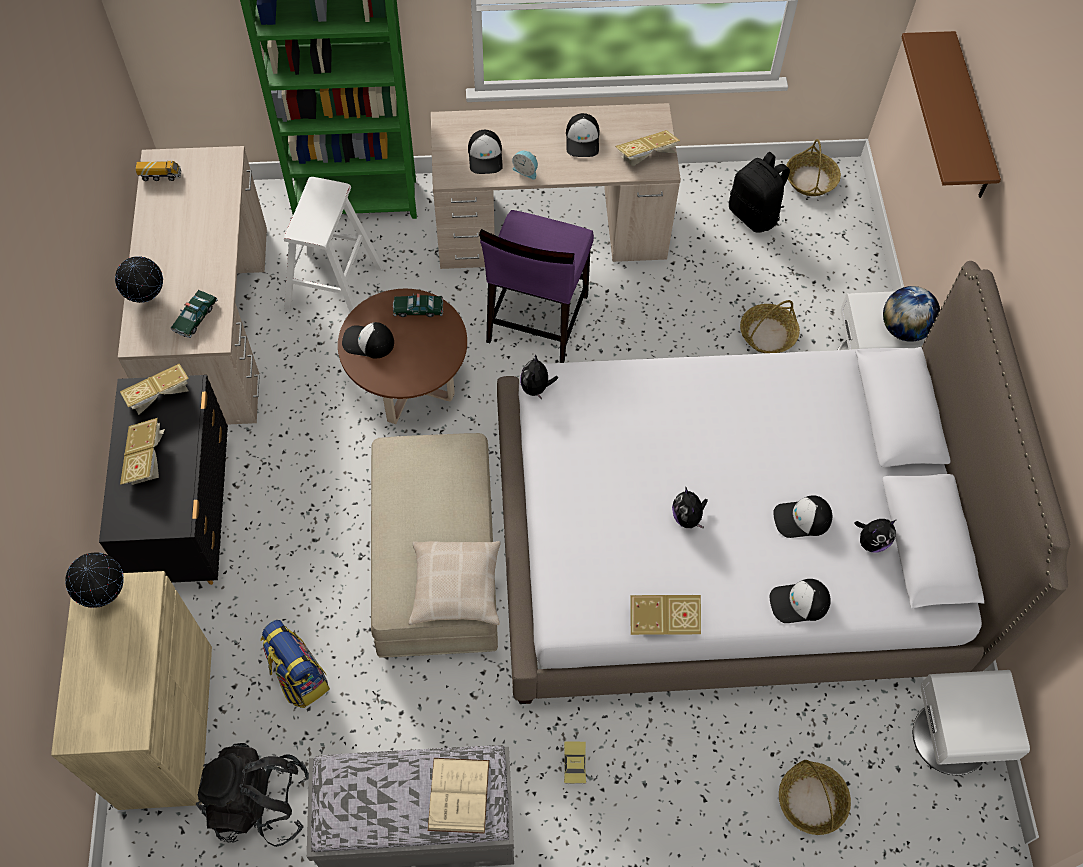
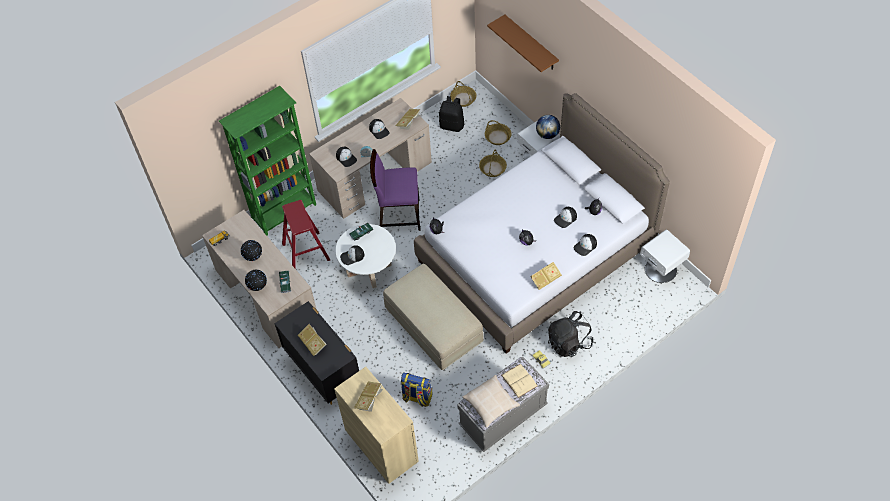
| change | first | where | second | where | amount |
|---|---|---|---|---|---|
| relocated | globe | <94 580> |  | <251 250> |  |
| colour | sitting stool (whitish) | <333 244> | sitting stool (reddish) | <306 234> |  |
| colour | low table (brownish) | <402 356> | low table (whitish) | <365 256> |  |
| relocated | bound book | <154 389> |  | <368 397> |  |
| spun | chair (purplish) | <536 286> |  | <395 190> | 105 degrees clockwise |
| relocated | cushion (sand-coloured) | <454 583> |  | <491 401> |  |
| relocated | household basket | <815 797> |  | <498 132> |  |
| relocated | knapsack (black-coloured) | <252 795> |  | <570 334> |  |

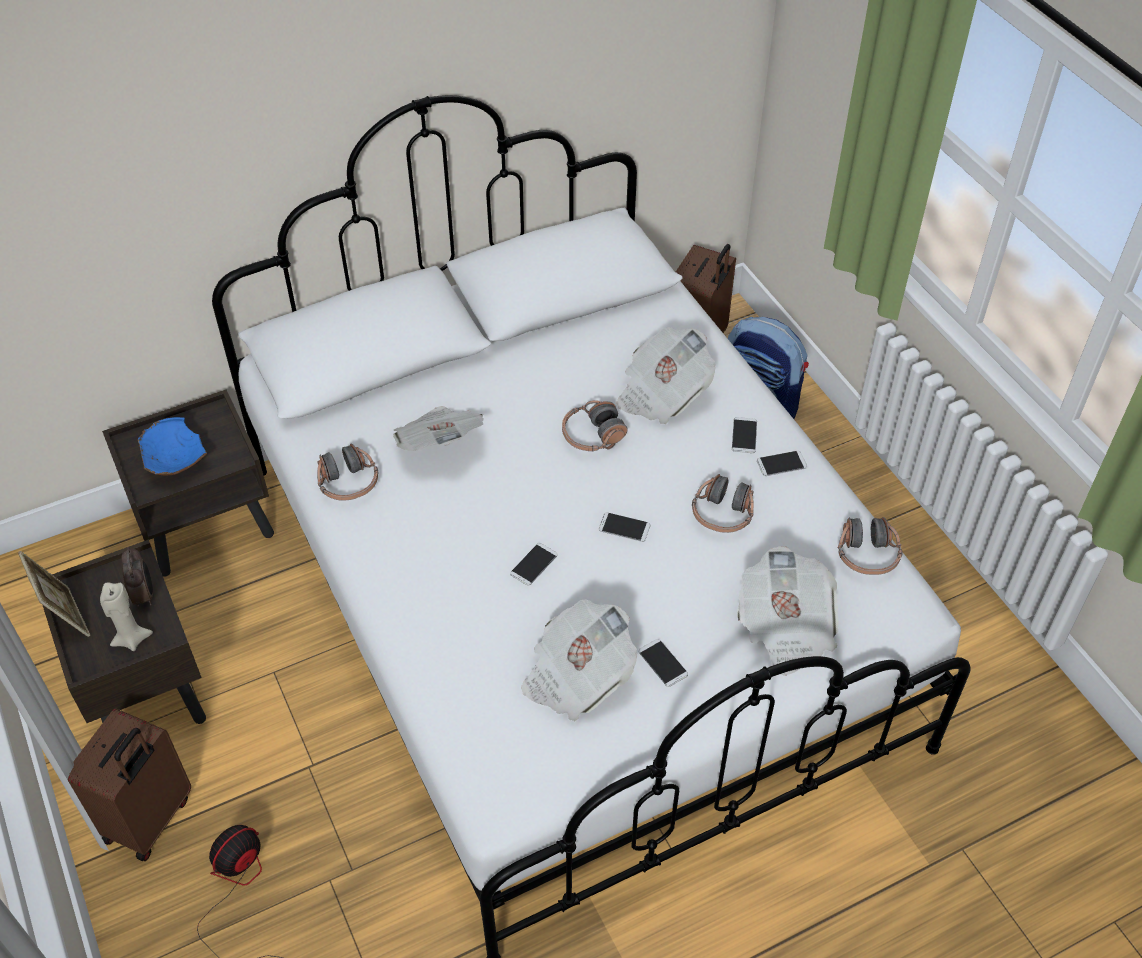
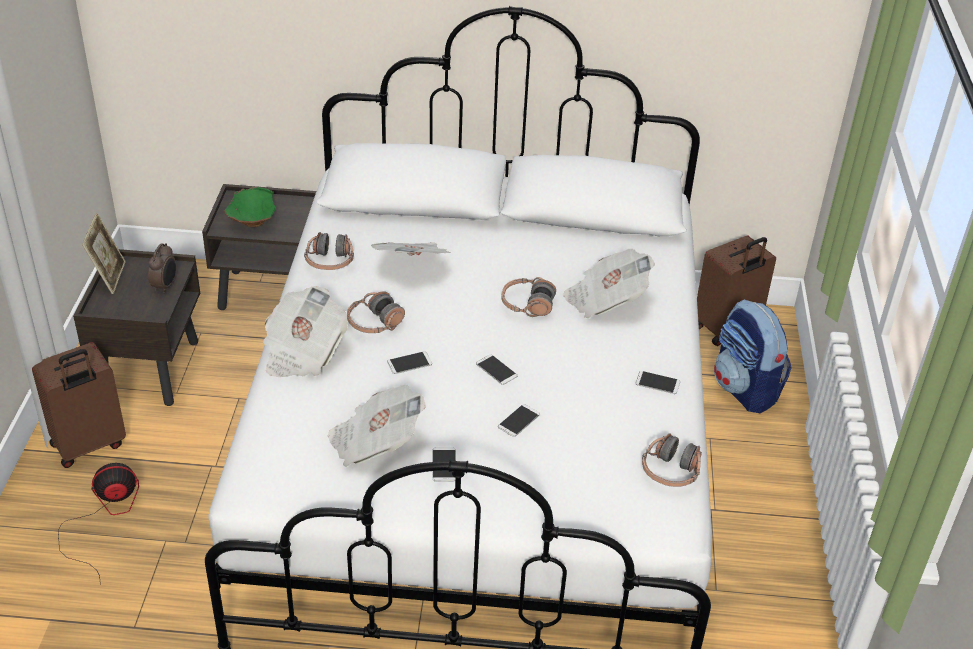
| change | first | where | second | where | amount |
|---|---|---|---|---|---|
| colour | bowl (blue-coloured) | <172 446> | bowl (green) | <249 207> |  |
| relocated | daily paper | <788 611> |  | <305 331> |  |
| relocated | pair of headphones | <723 503> |  | <376 312> |  |
| relocated | handset | <744 435> |  | <519 420> |  |
| missing | candle (sand-coloured) | <126 616> |  |  |  |

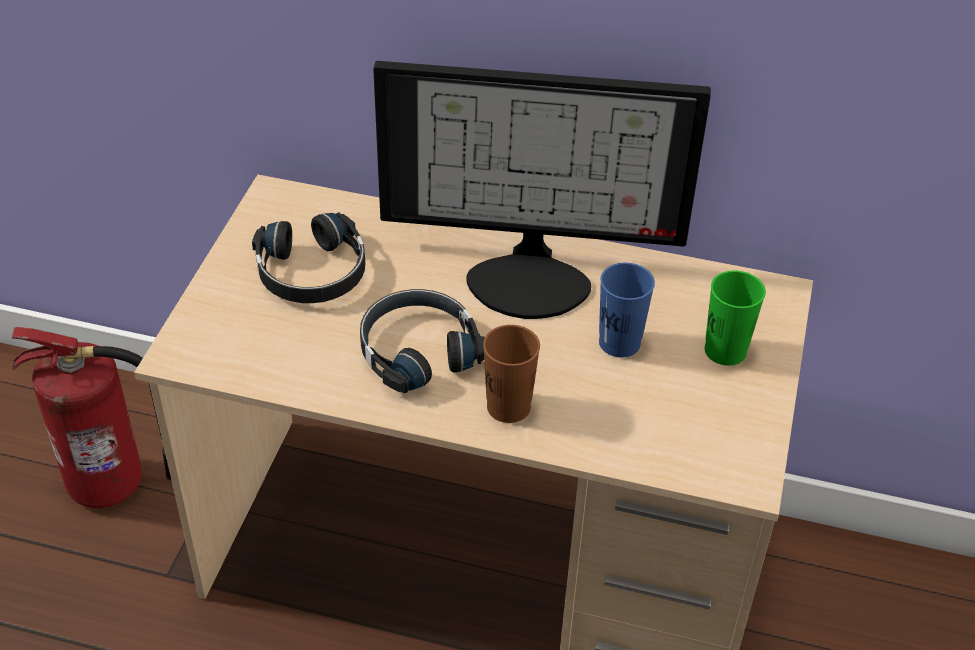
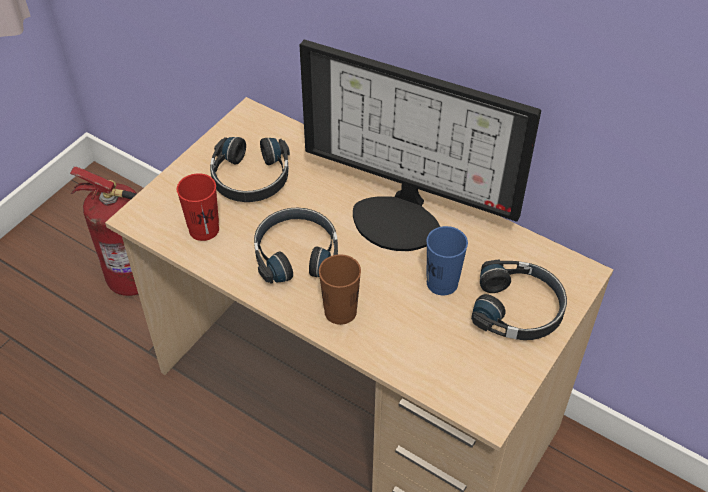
| change | first | where | second | where | amount |
|---|---|---|---|---|---|
| appeared |  |  | cup (reddish) | <198 207> |  |
| exchanged | cup (green) | <735 318> | pair of headphones (black-coloured) | <519 300> |  |

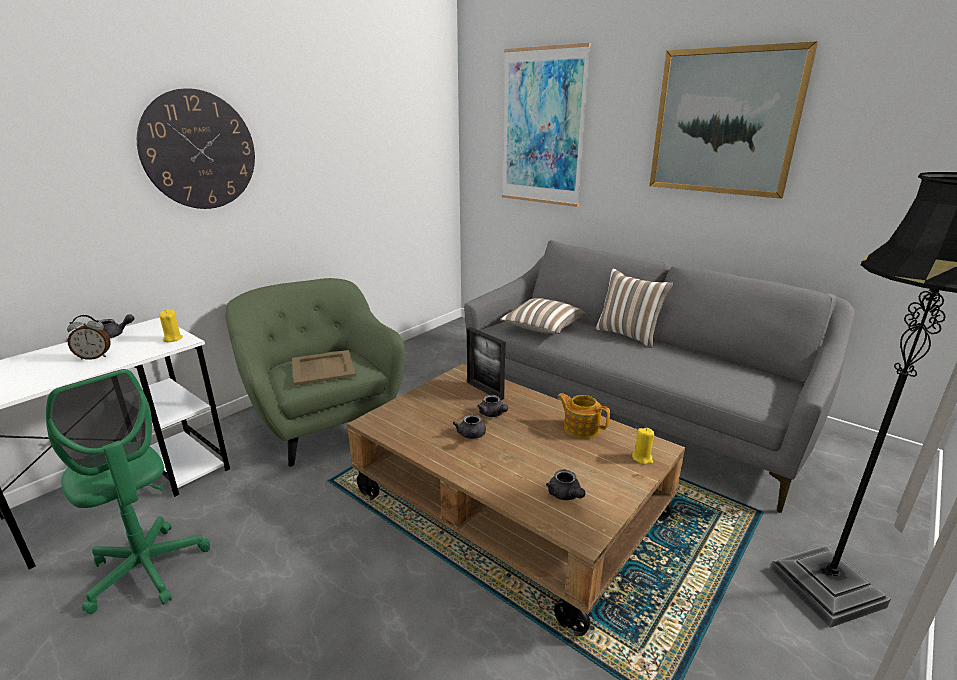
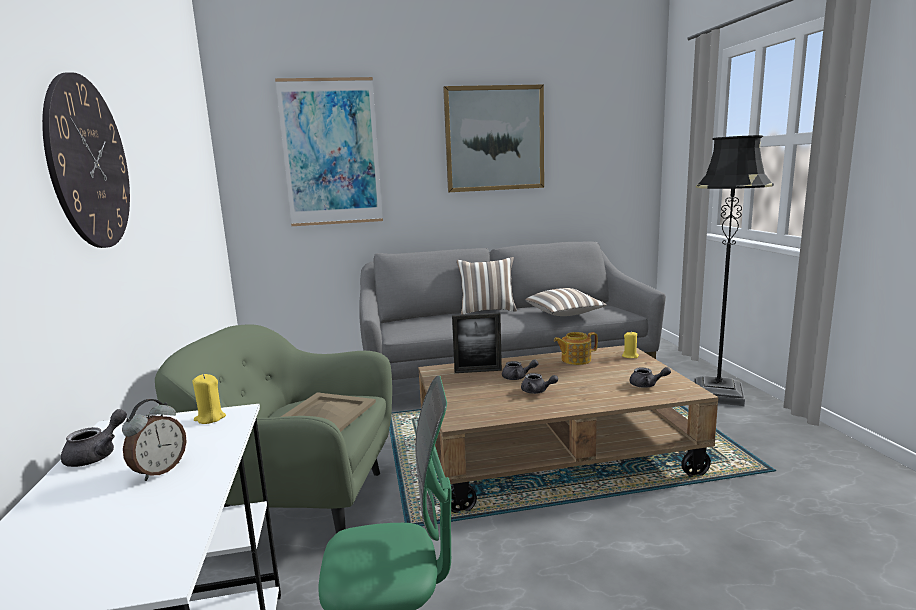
| change | first | where | second | where | amount |
|---|---|---|---|---|---|
| relocated | cushion | <543 316> |  | <566 302> |  |

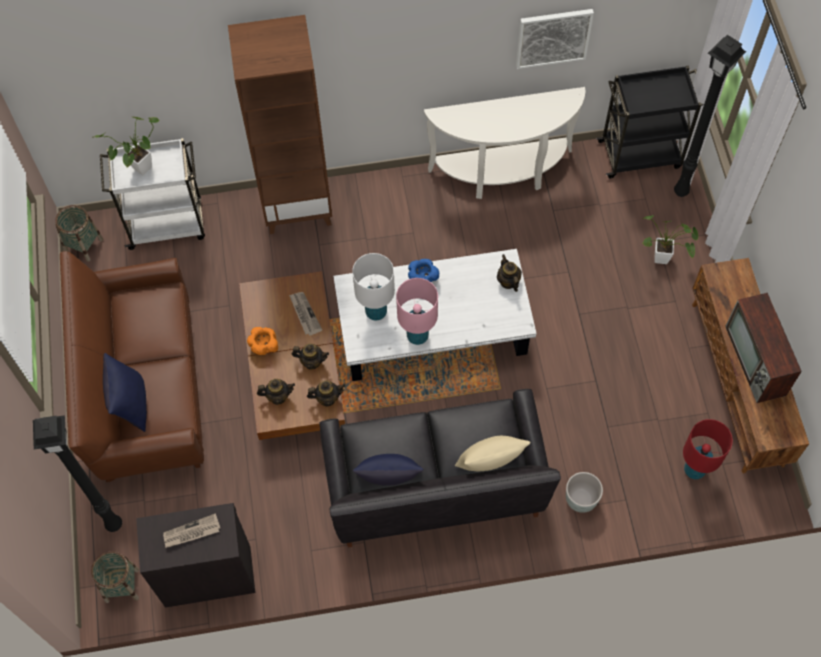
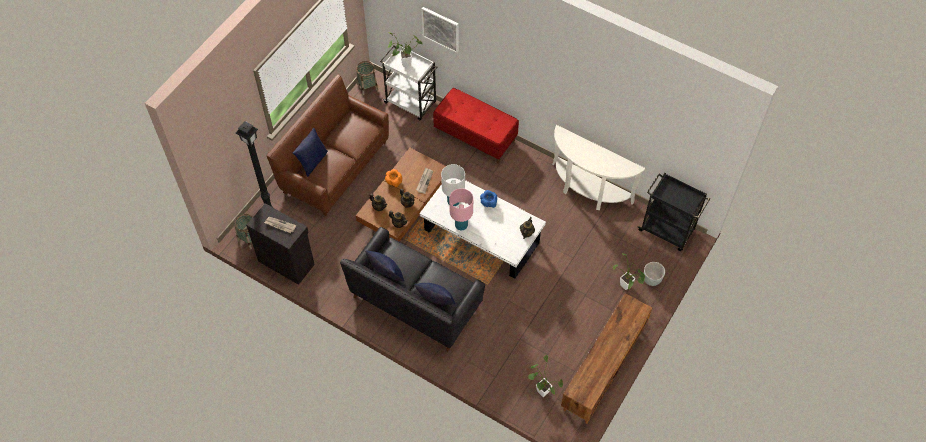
| change | first | where | second | where | amount |
|---|---|---|---|---|---|
| colour | cushion (sand-coloured) | <492 453> | cushion (blue-coloured) | <435 294> |  |
| relocated | picture | <555 39> |  | <440 30> |  |
| exchanged | bookshelf (brownish) | <280 124> | long seat (reddish) | <476 126> |  |
| exchanged | tabletop lamp (reddish) | <708 449> | plant in a pot | <545 376> |  |
| relocated | planter (greyish) | <584 492> |  | <654 274> |  |
| missing | standing lamp (black-coloured) | <710 116> |  |  |  |
| missing | television | <763 348> |  |  |  |

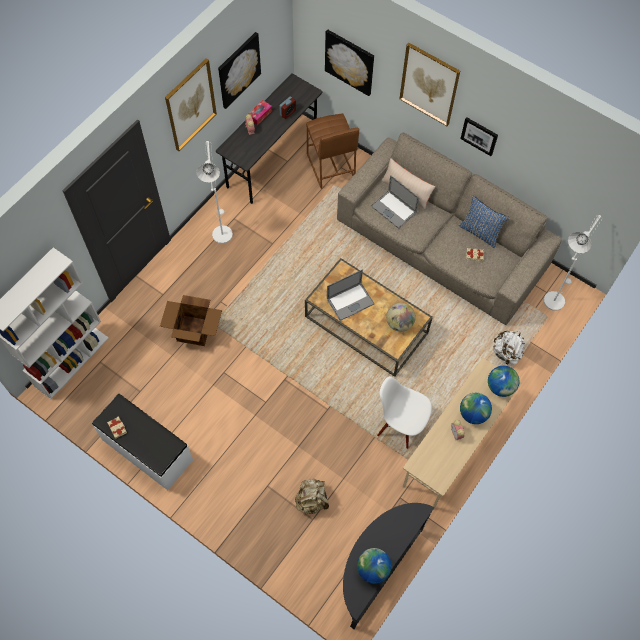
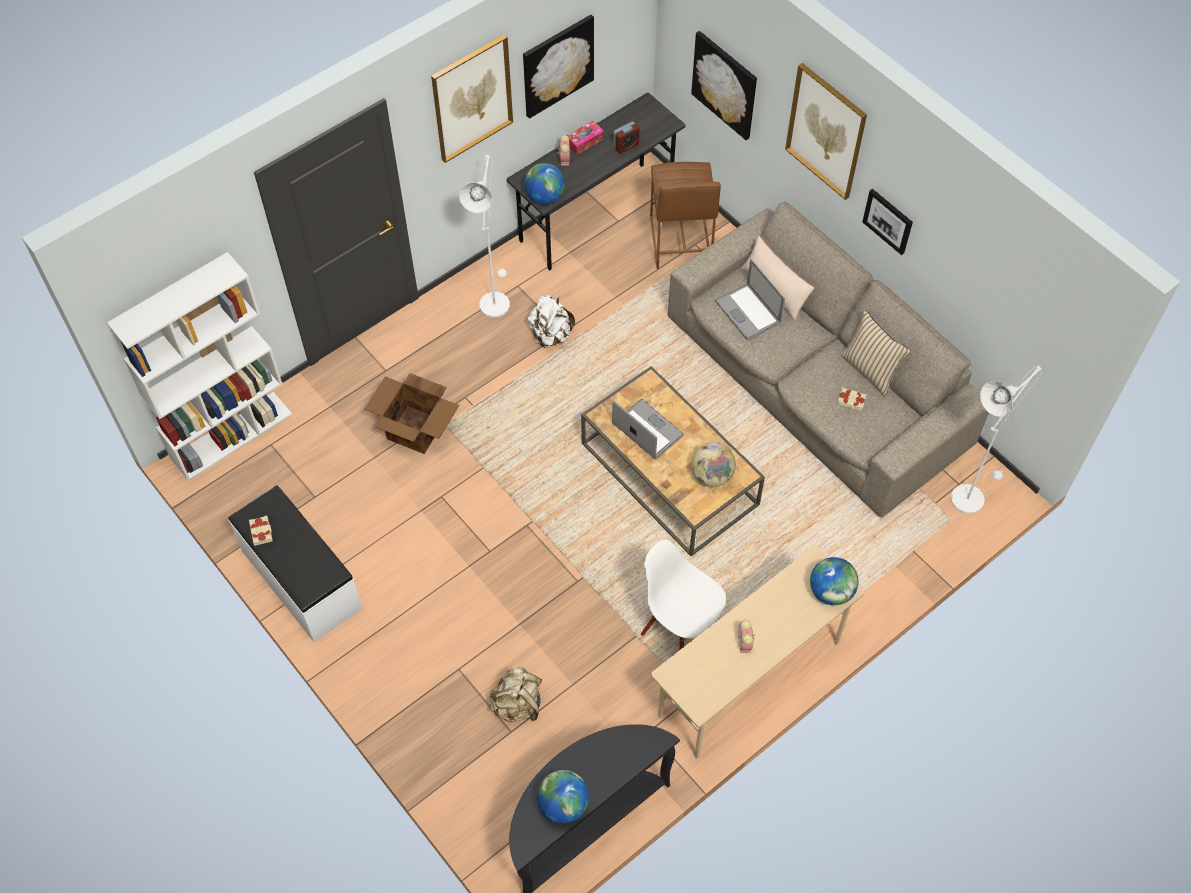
| change | first | where | second | where | amount |
|---|---|---|---|---|---|
| relocated | globe | <476 408> |  | <544 183> |  |
| relocated | knapsack (whitish) | <509 347> |  | <551 321> |  |
| spun | notebook computer | <350 295> |  | <648 429> | 120 degrees counterclockwise |
| colour | cushion (blue-coloured) | <484 222> | cushion (sand-coloured) | <875 353> |  |

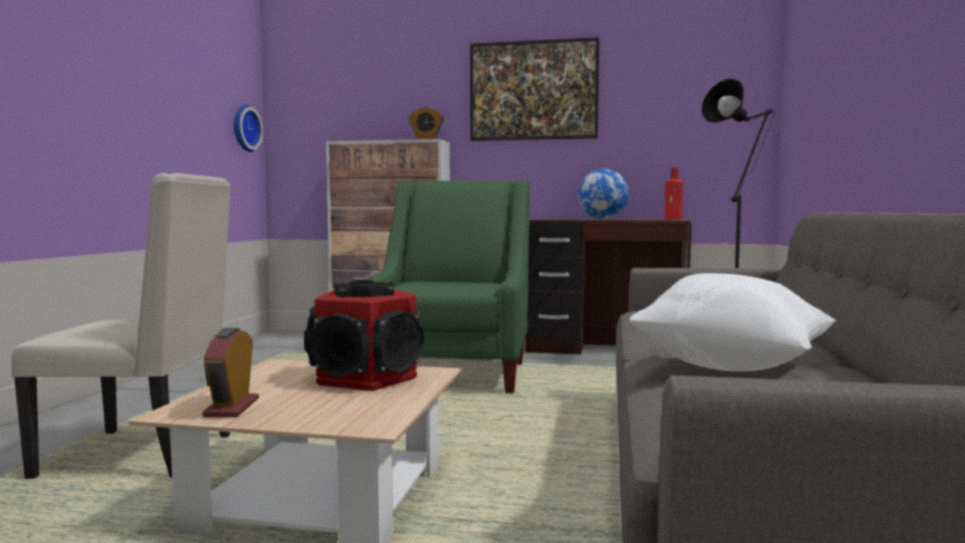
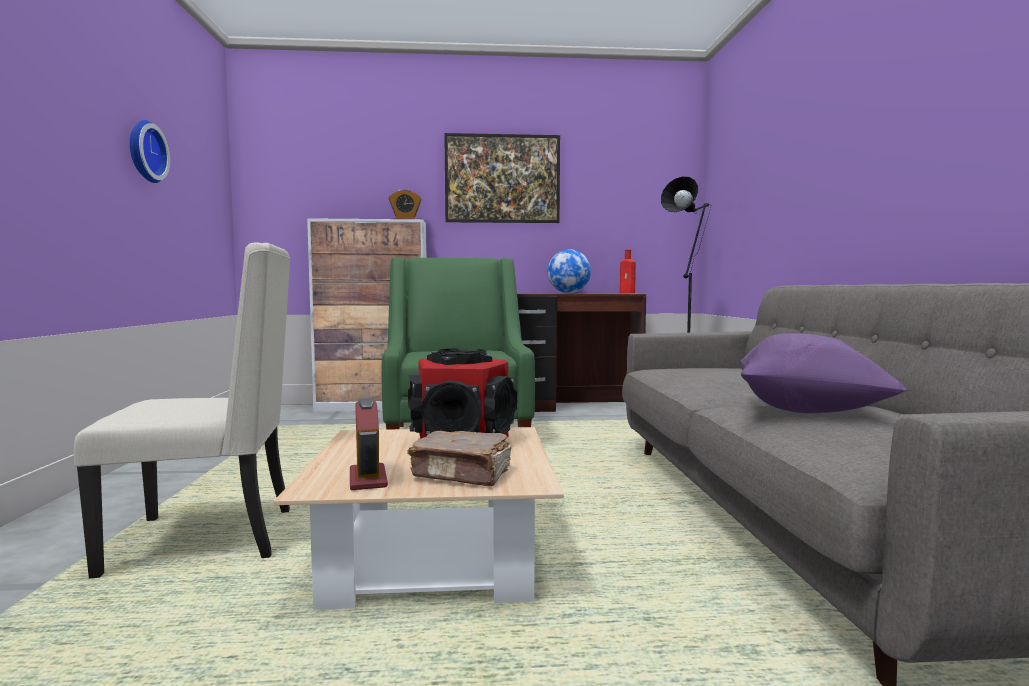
| change | first | where | second | where | amount |
|---|---|---|---|---|---|
| relocated | hanging clock | <248 128> |  | <150 151> |  |
| appeared |  |  | bound book (brownish) | <459 458> |  |
| colour | cushion (whitish) | <733 322> | cushion (purplish) | <823 373> |  |

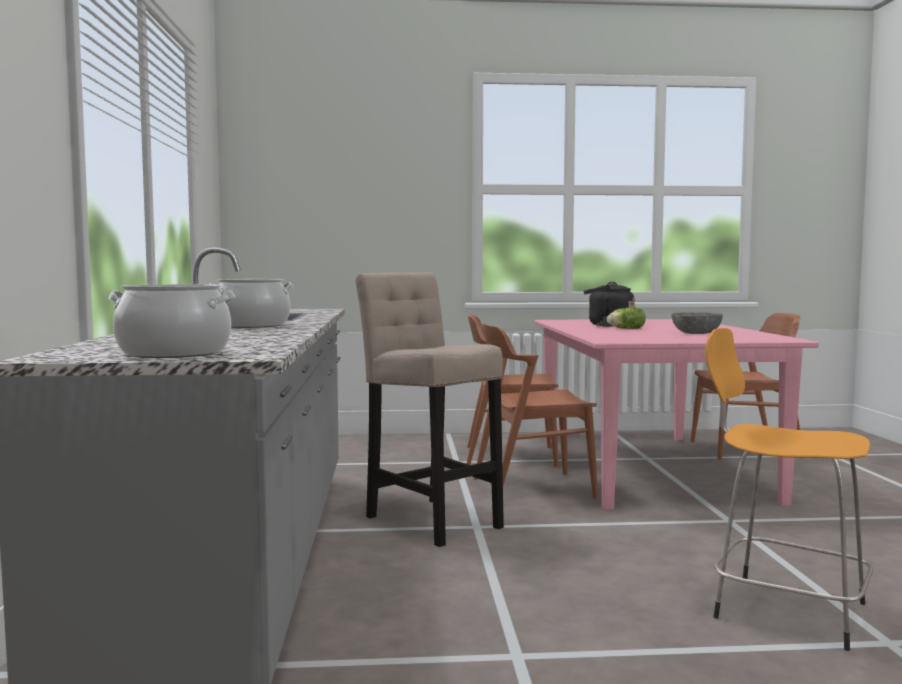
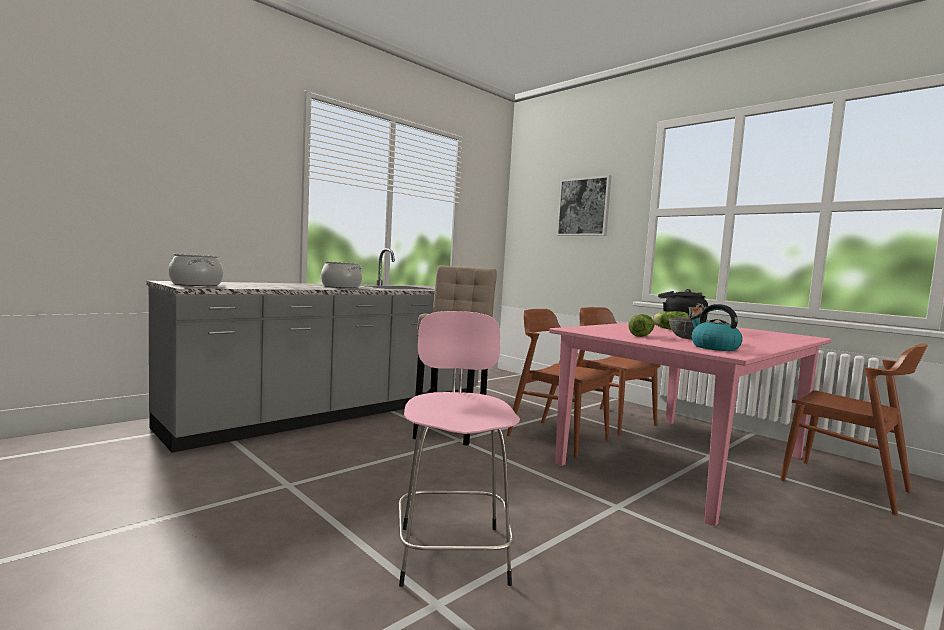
| change | first | where | second | where | amount |
|---|---|---|---|---|---|
| colour | sitting stool (orangey) | <789 489> | sitting stool (pink-coloured) | <459 449> |  |
| appeared |  |  | picture | <583 205> |  |
| appeared |  |  | lettuce head | <641 325> |  |
| appeared |  |  | water kettle | <716 327> |  |

